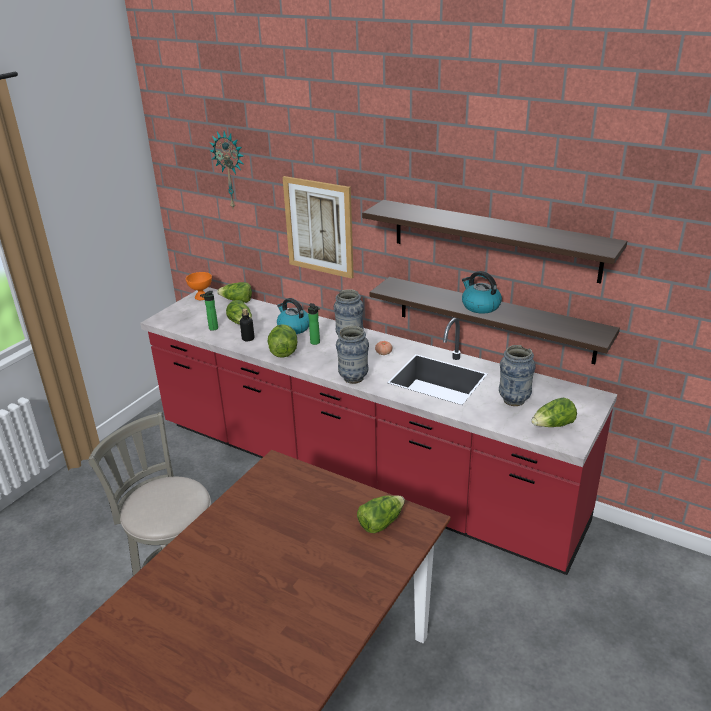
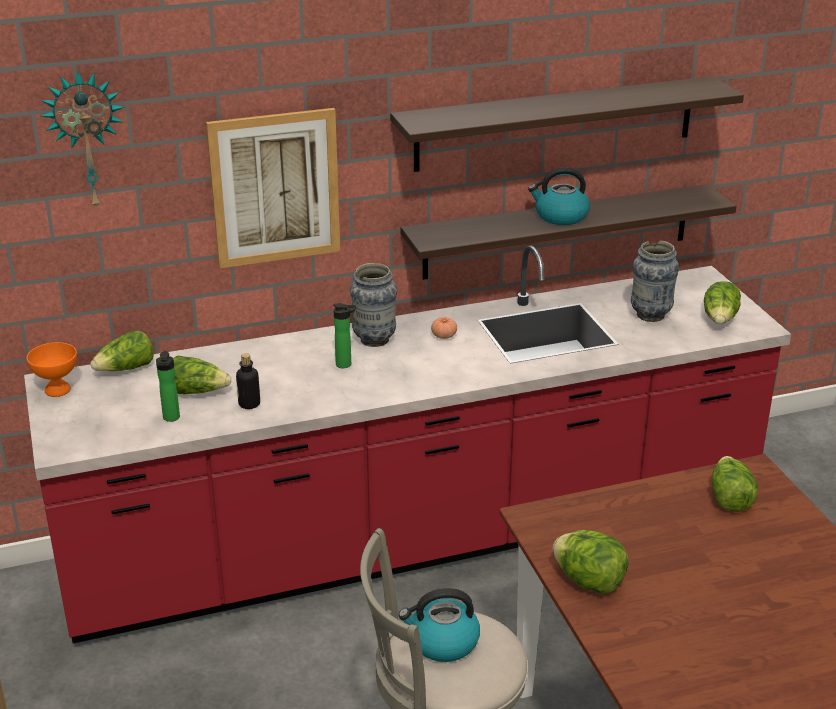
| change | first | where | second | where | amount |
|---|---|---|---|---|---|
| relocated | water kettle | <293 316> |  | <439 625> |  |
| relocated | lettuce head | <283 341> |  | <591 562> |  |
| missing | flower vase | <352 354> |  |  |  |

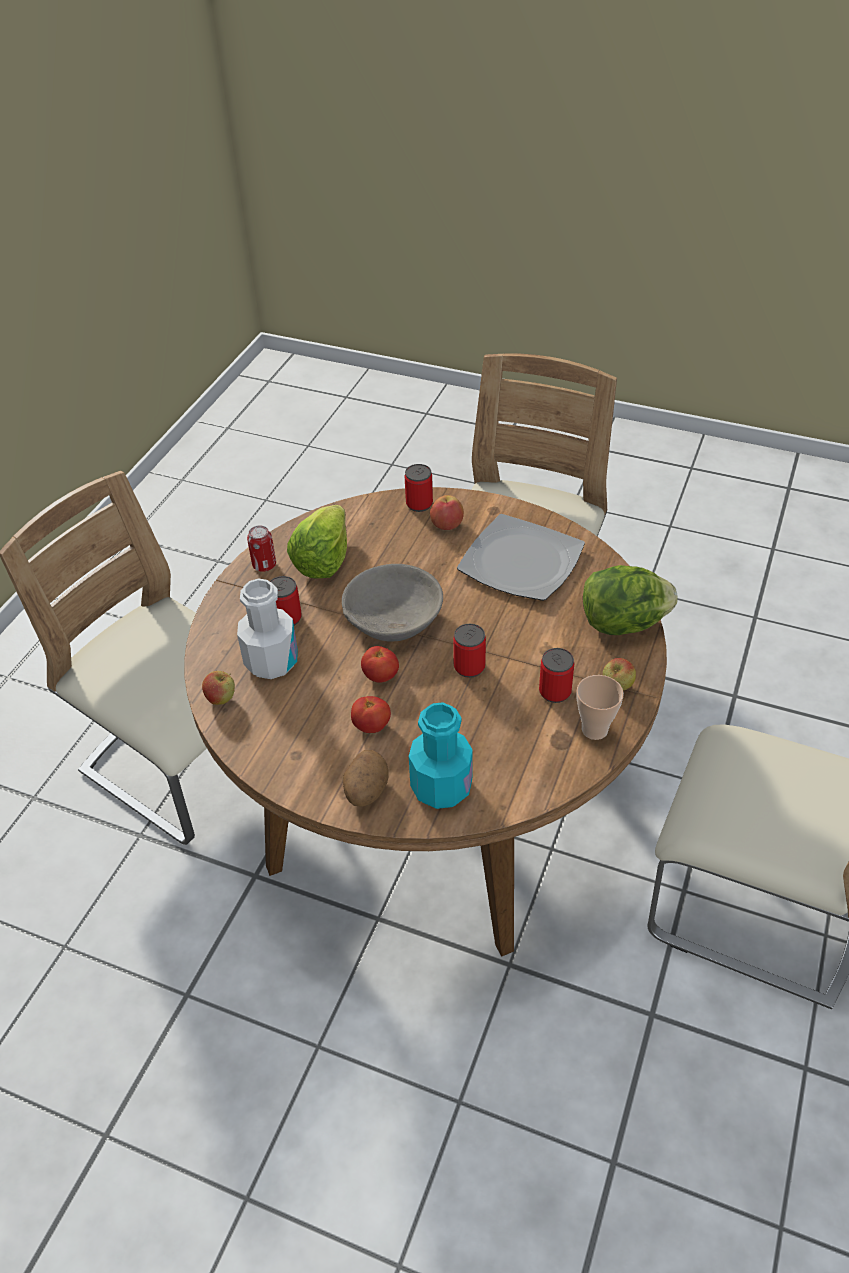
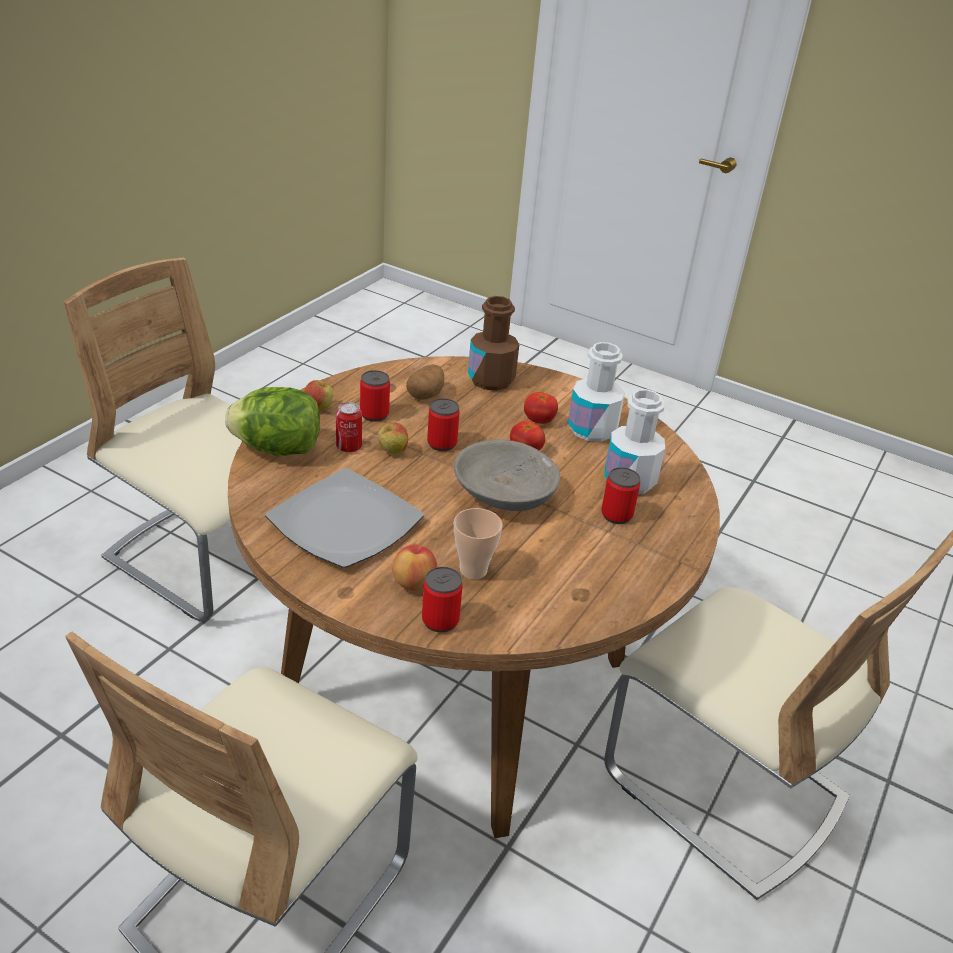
| change | first | where | second | where | amount |
|---|---|---|---|---|---|
| relocated | can | <261 548> |  | <349 427> |  |
| relocated | apple | <218 688> |  | <393 439> |  |
| relocated | whole potato | <366 778> |  | <425 382> |  |
| relocated | cup | <600 707> |  | <478 543> |  |
| colour | bottle (turquoise) | <441 755> | bottle (brownish) | <493 343> |  |
| appeared |  |  | bottle (whitish) | <596 392> |  |
| missing | lettuce head | <317 542> |  |  |  |

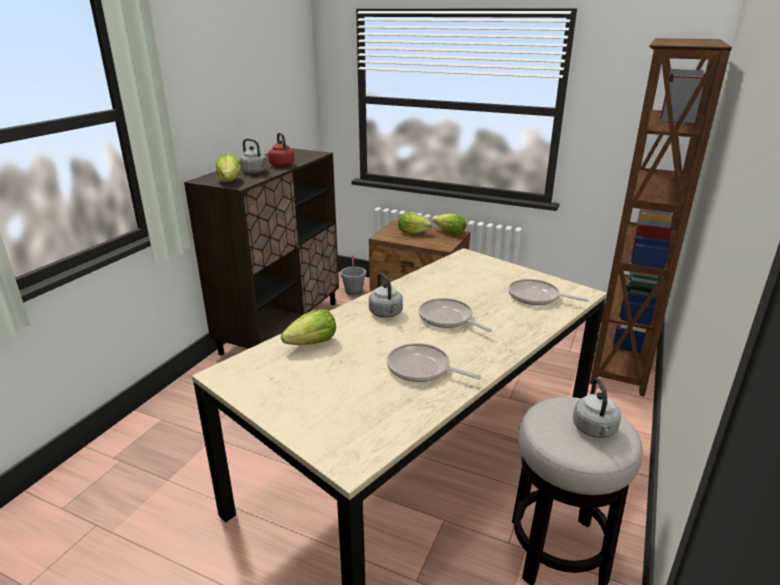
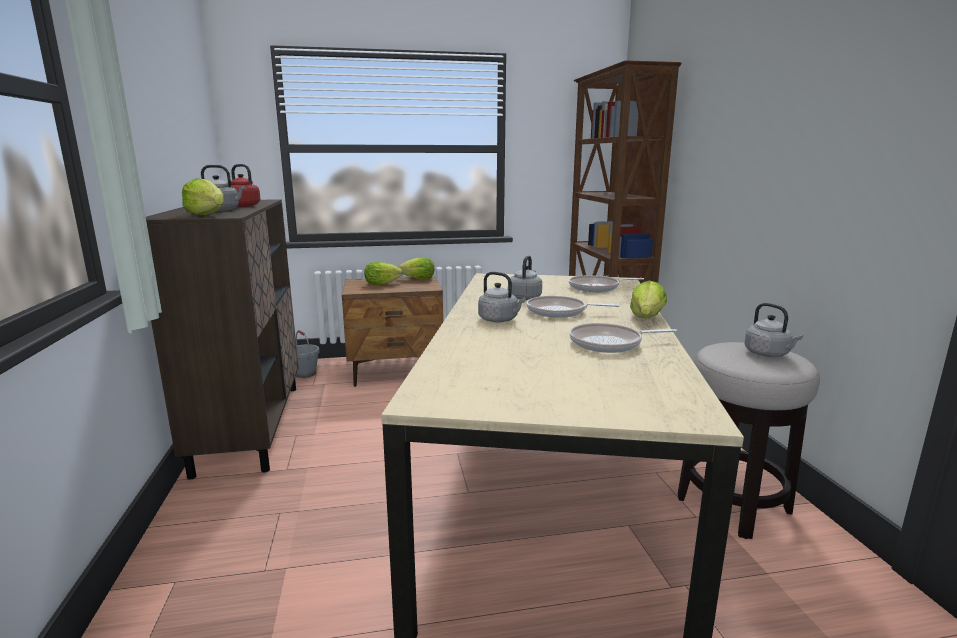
| change | first | where | second | where | amount |
|---|---|---|---|---|---|
| appeared |  |  | water kettle (greyish) | <525 278> |  |
| relocated | lettuce head | <308 327> |  | <648 299> |  |

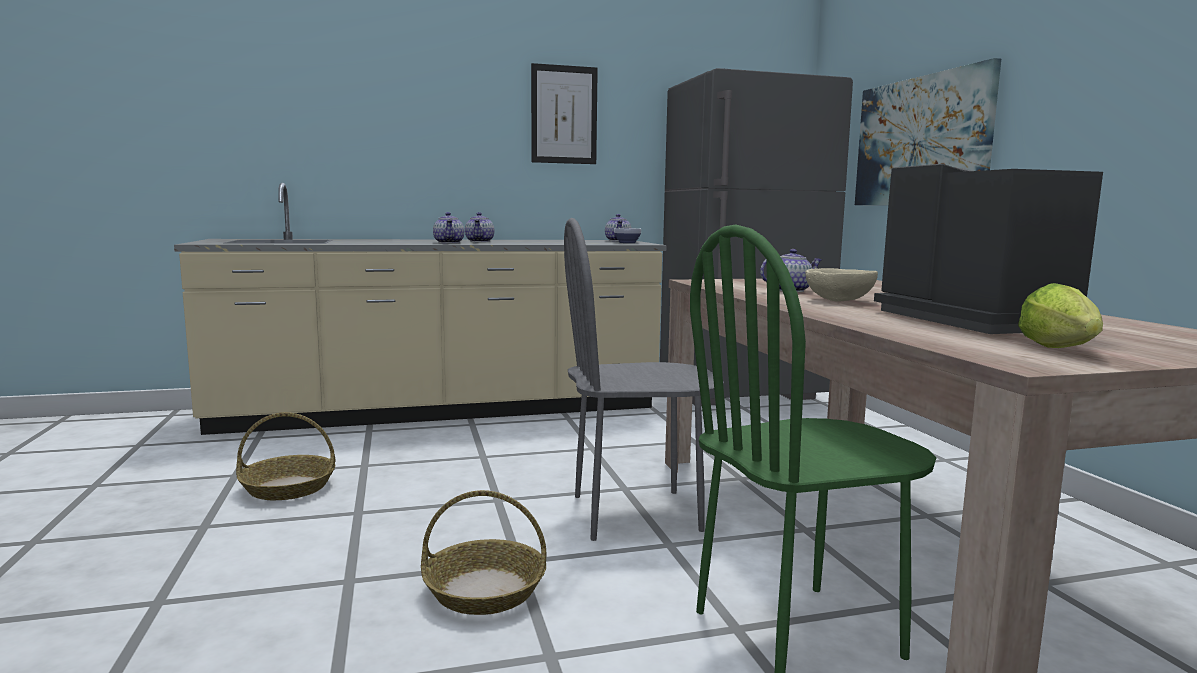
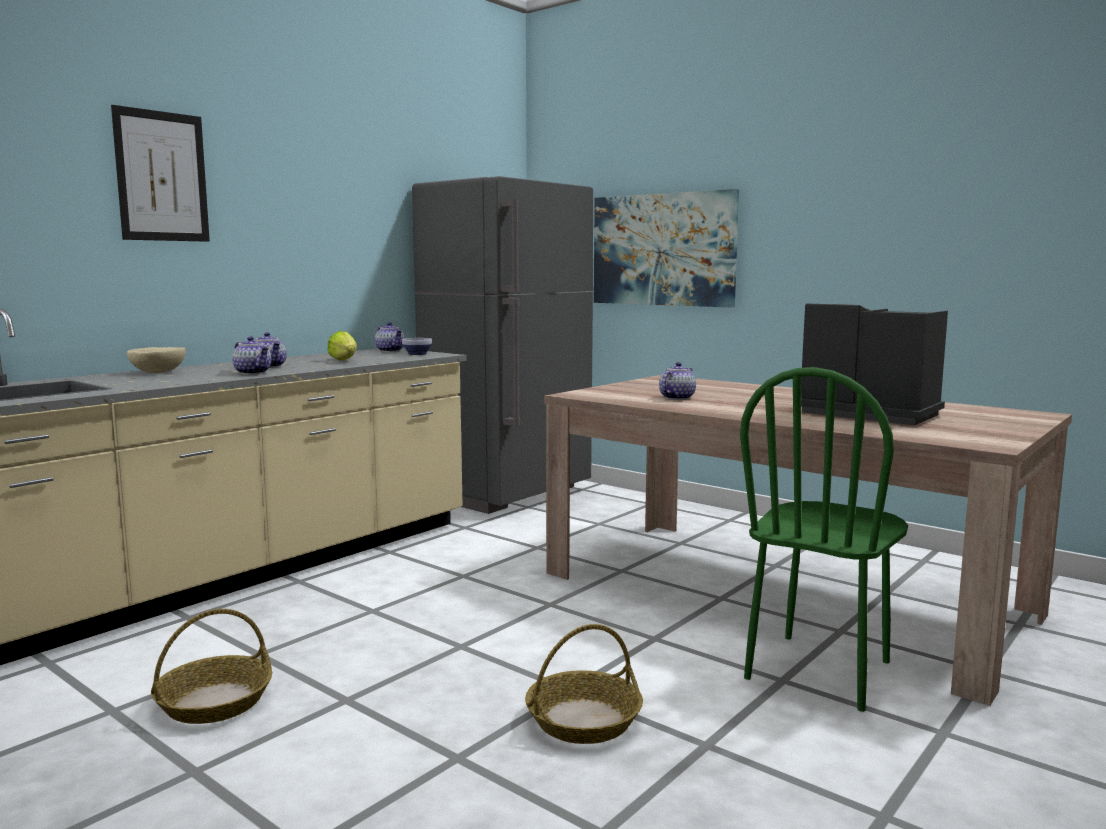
| change | first | where | second | where | amount |
|---|---|---|---|---|---|
| relocated | picture | <564 113> |  | <160 173> |  |
| relocated | bowl (sand-coloured) | <841 284> |  | <156 360> |  |
| relocated | lettuce head | <1060 315> |  | <342 345> |  |
| missing | chair (greyish) | <644 379> |  |  |  |

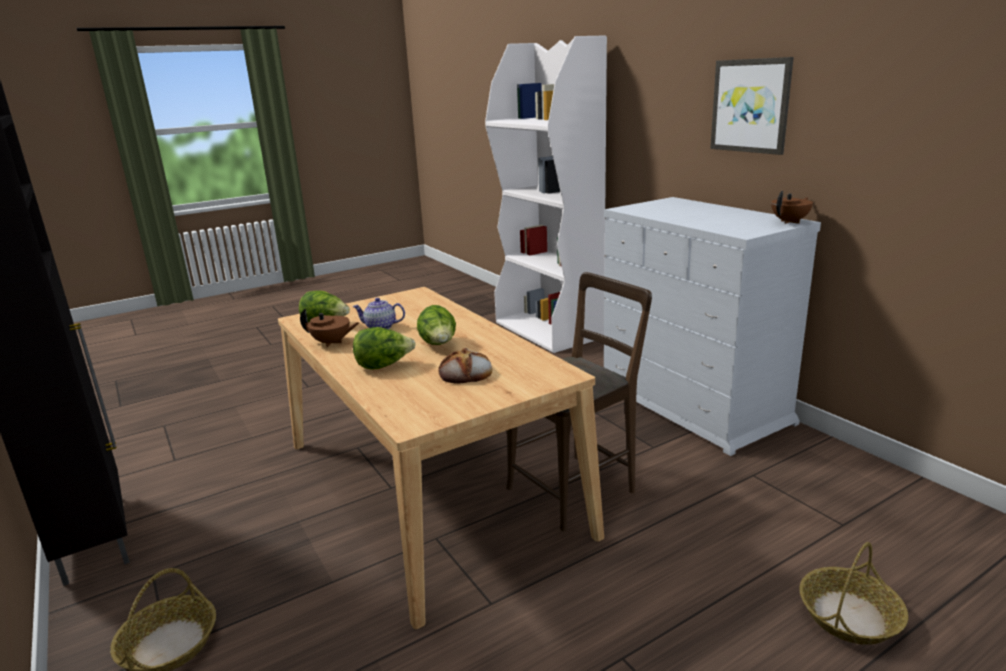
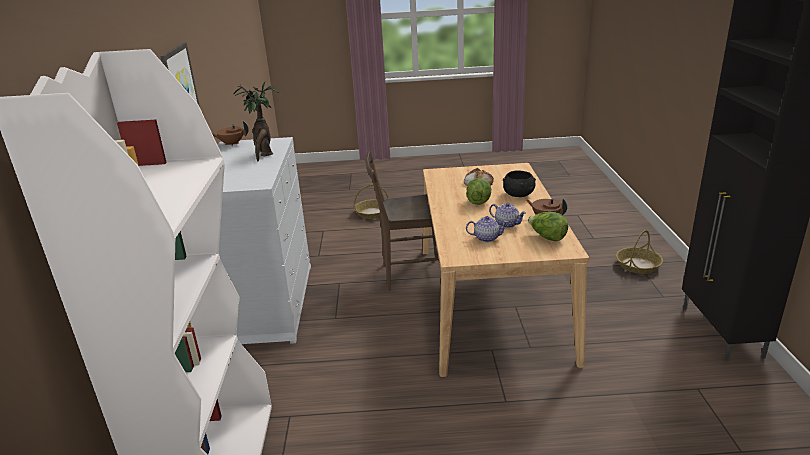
| change | first | where | second | where | amount |
|---|---|---|---|---|---|
| appeared |  |  | plant in a pot | <255 121> |  |
| appeared |  |  | tea pot | <487 229> |  |
| exchanged | lettuce head | <384 348> | bowl (black-coloured) | <519 183> |  |

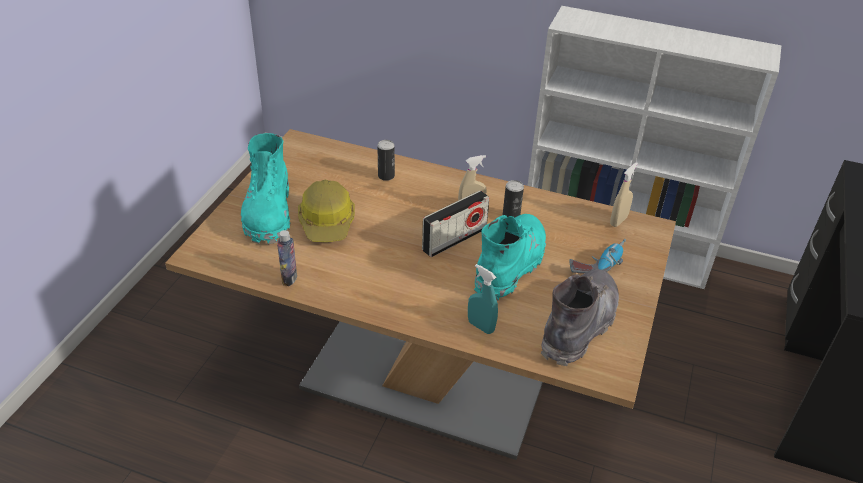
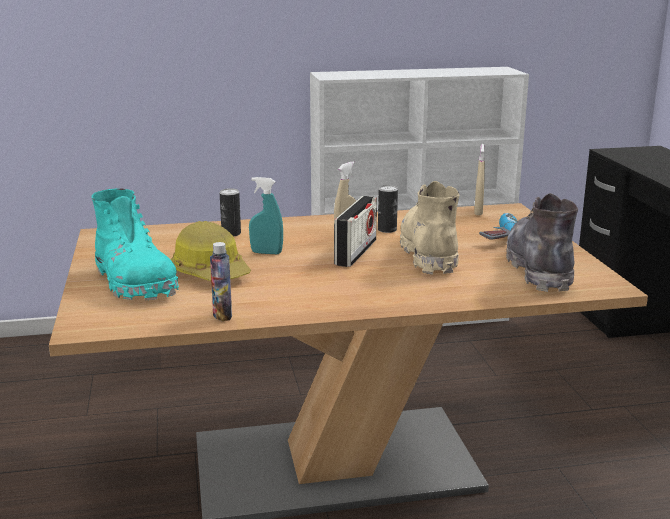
| change | first | where | second | where | amount |
|---|---|---|---|---|---|
| relocated | spray bottle (turquoise) | <483 299> |  | <266 215> |  |
| colour | boot (turquoise) | <510 257> | boot (sand-coloured) | <429 227> |  |

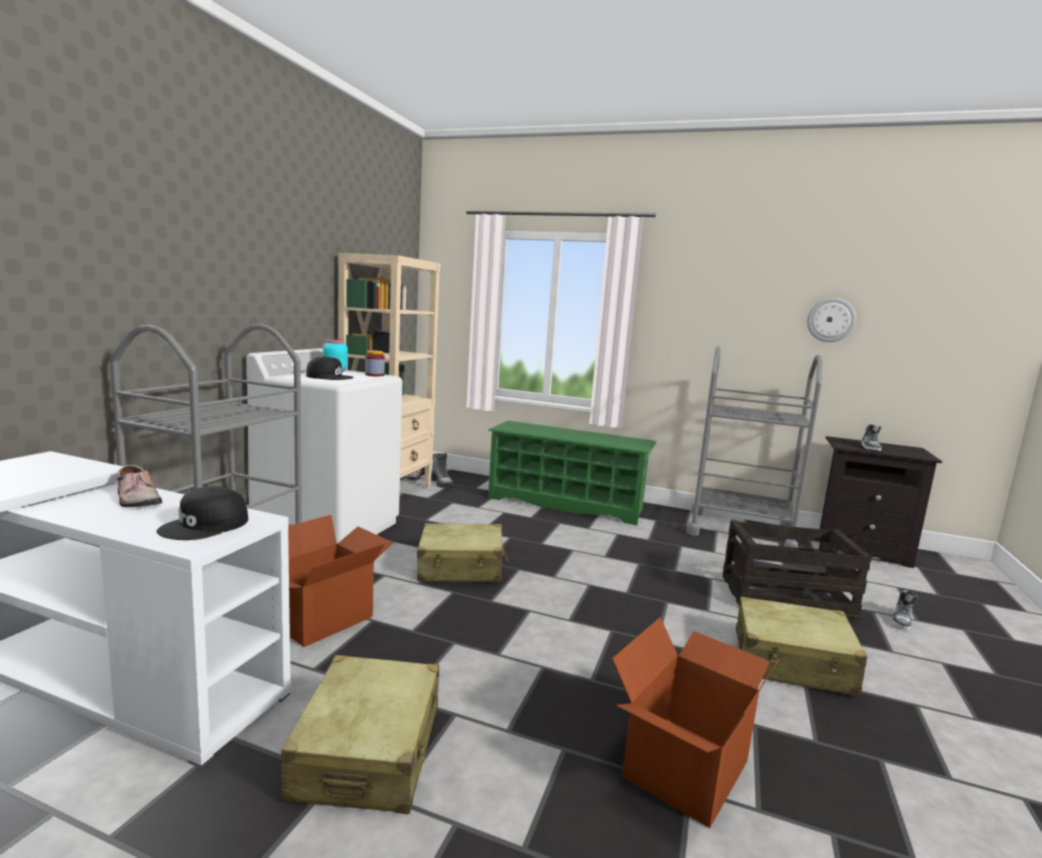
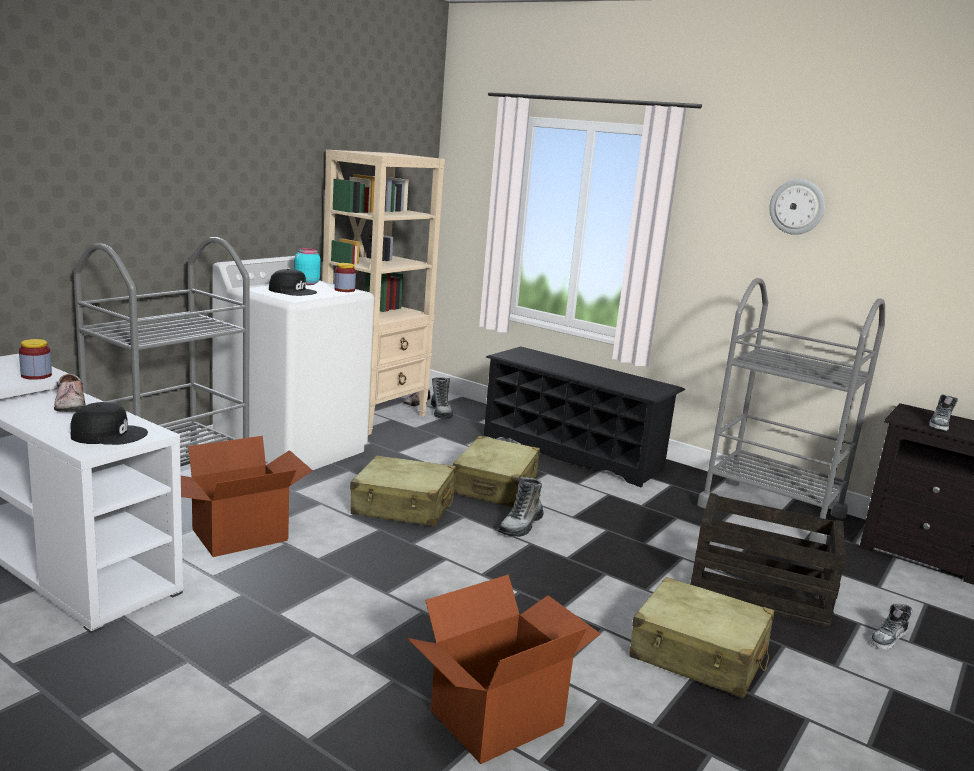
| change | first | where | second | where | amount |
|---|---|---|---|---|---|
| appeared |  |  | storage jar | <35 359> |  |
| spun | cap (black-coloured) | <202 513> |  | <109 423> | 150 degrees counterclockwise |
| relocated | travel case (sand-coloured) | <360 734> |  | <496 471> |  |
| colour | shoe shelf (green) | <572 473> | shoe shelf (black-coloured) | <584 417> |  |
| appeared |  |  | boot | <521 507> |  |
| relocated | hanging clock | <831 320> |  | <797 207> |  |

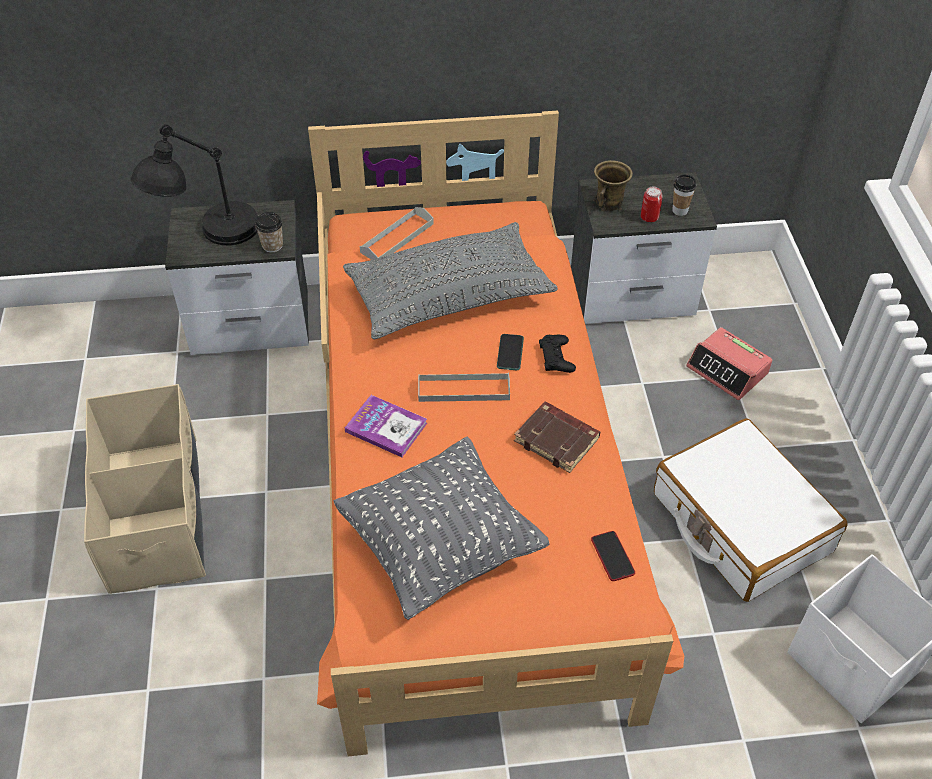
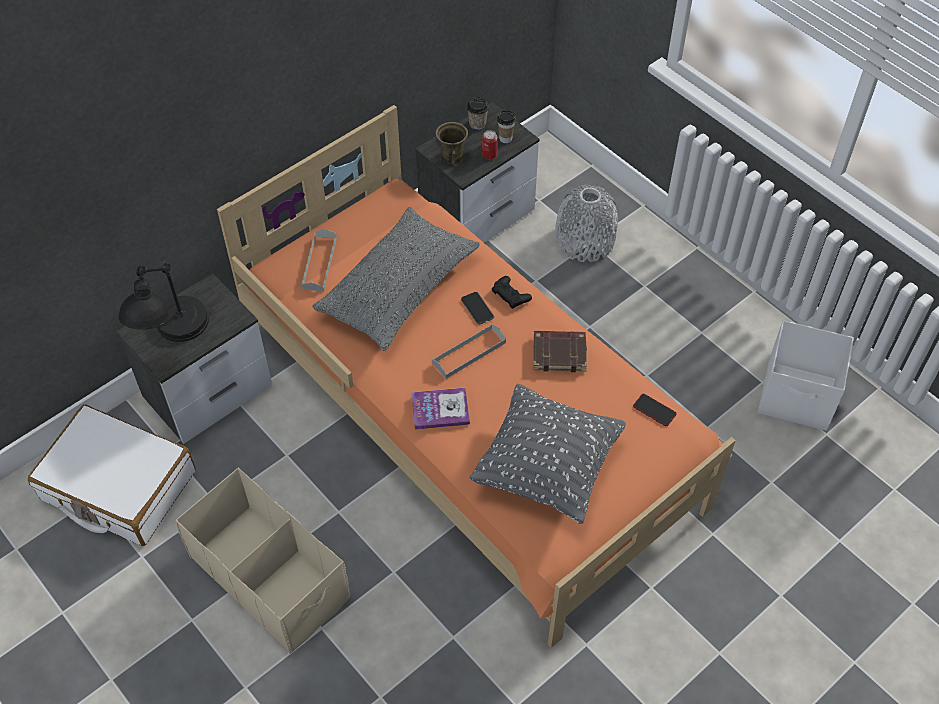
| change | first | where | second | where | amount |
|---|---|---|---|---|---|
| relocated | travel case (whitish) | <751 510> |  | <112 475> |  |
| relocated | cup | <269 232> |  | <478 113> |  |
| exchanged | bedside clock | <729 363> | flower vase (greyish) | <586 223> |  |

